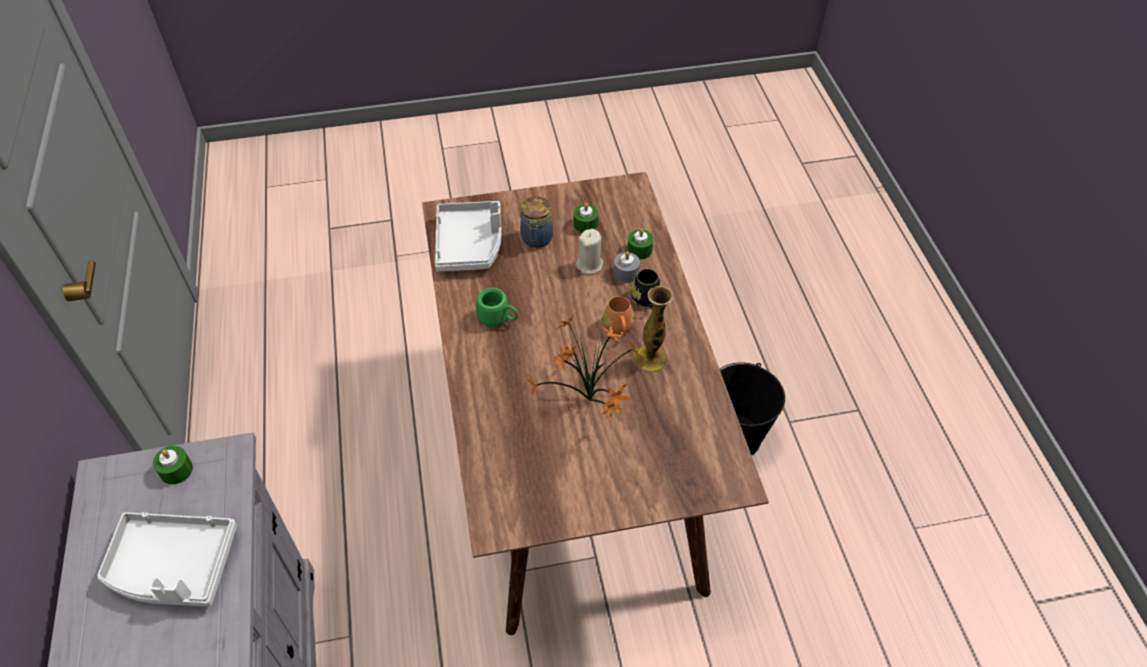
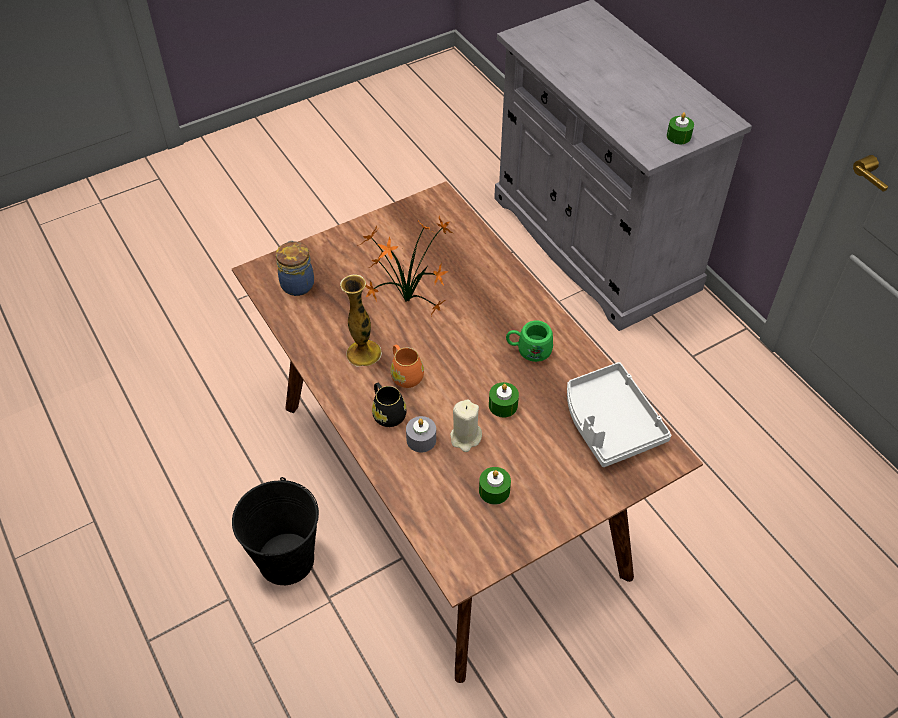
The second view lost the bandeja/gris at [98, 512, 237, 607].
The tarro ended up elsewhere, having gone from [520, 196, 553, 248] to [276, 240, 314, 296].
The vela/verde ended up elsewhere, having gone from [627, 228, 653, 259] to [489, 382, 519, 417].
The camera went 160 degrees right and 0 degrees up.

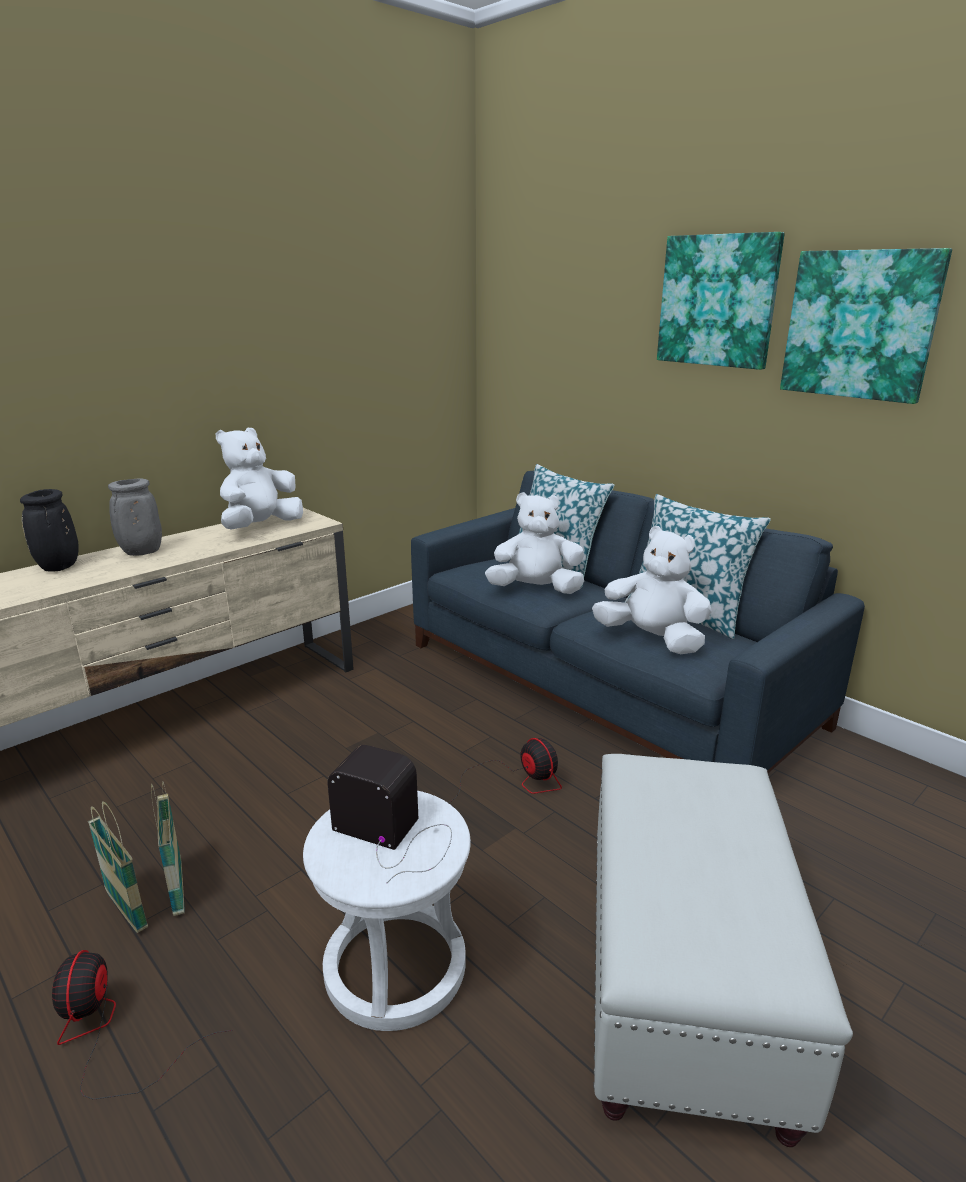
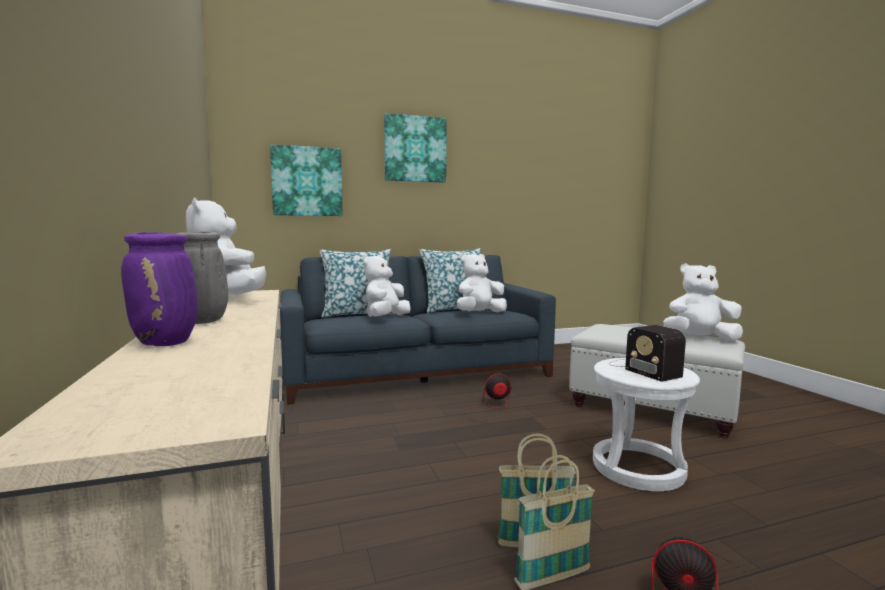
The second view gained the peluche/blanco at [663, 263, 743, 341].
The cuadro ended up elsewhere, having gone from [780, 248, 952, 404] to [270, 144, 343, 216].
What was the florero/negro at [20, 489, 79, 572] turned into the florero/morado at [121, 232, 198, 346].
The radio at [327, 745, 452, 883] ended up facing another way, 75 degrees counterclockwise from before.
The camera went 65 degrees left and 15 degrees down.

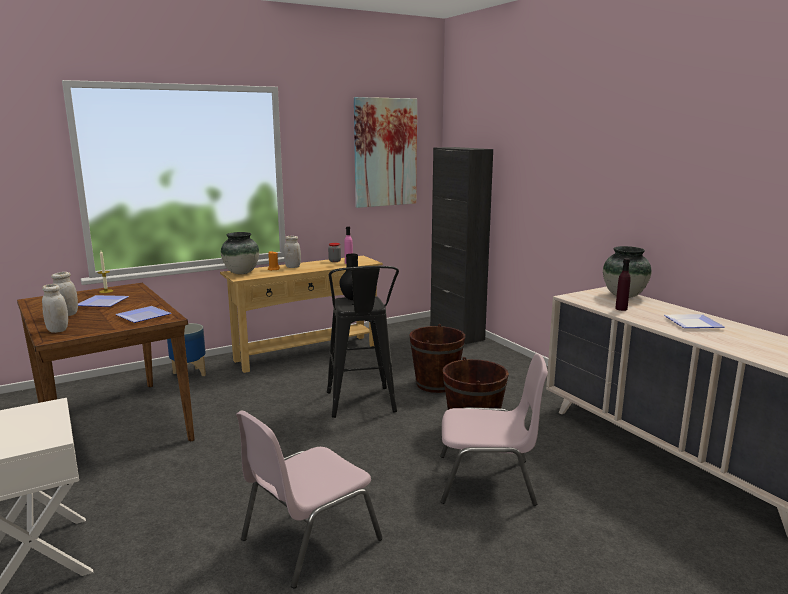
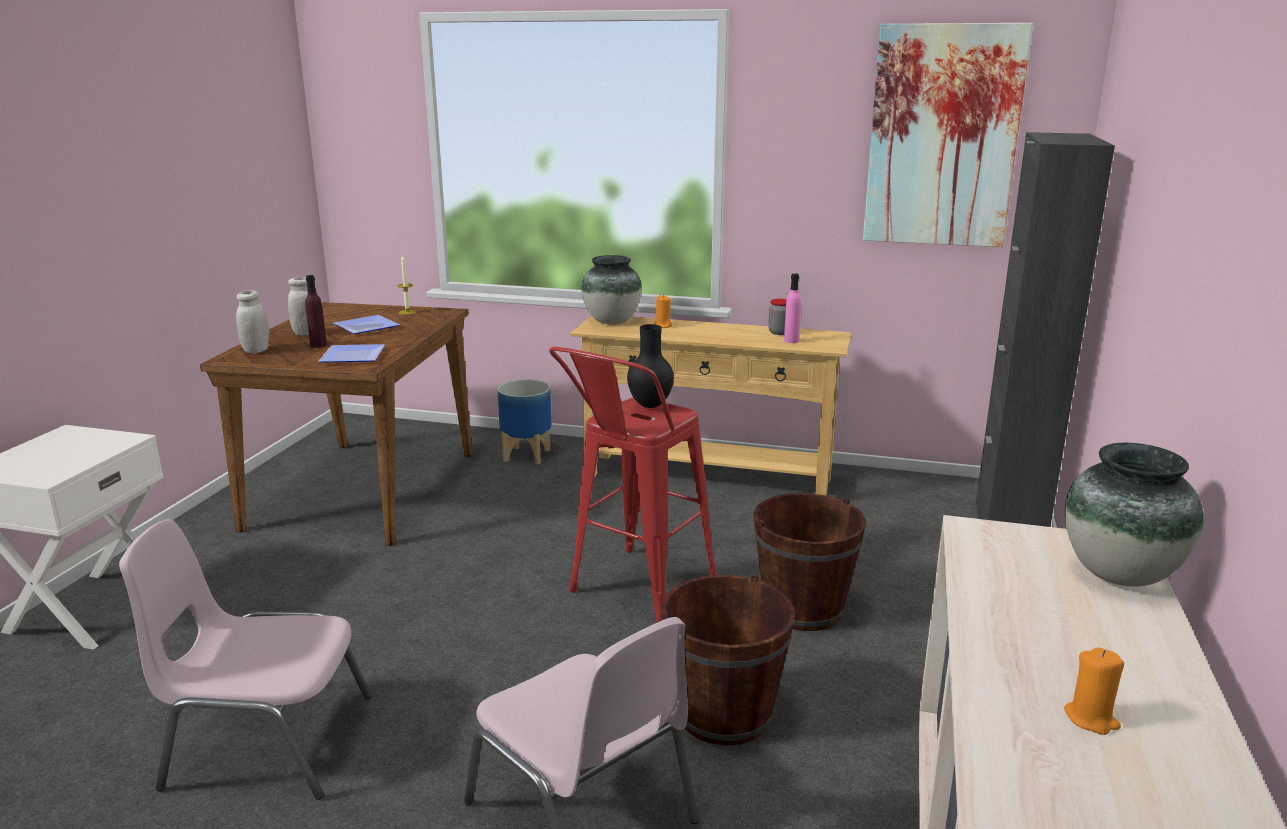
The second view lost the tarro/blanco at [284, 236, 301, 268].
The botella/morado ended up elsewhere, having gone from [615, 258, 631, 311] to [305, 275, 327, 348].
Where the plato stood at [664, 314, 725, 328], the vela/naranja came to stand at [1064, 647, 1124, 735].
What was the taburete/negro at [327, 266, 399, 418] turned into the taburete/rojo at [549, 347, 717, 623].
The camera went 45 degrees right and 5 degrees up.

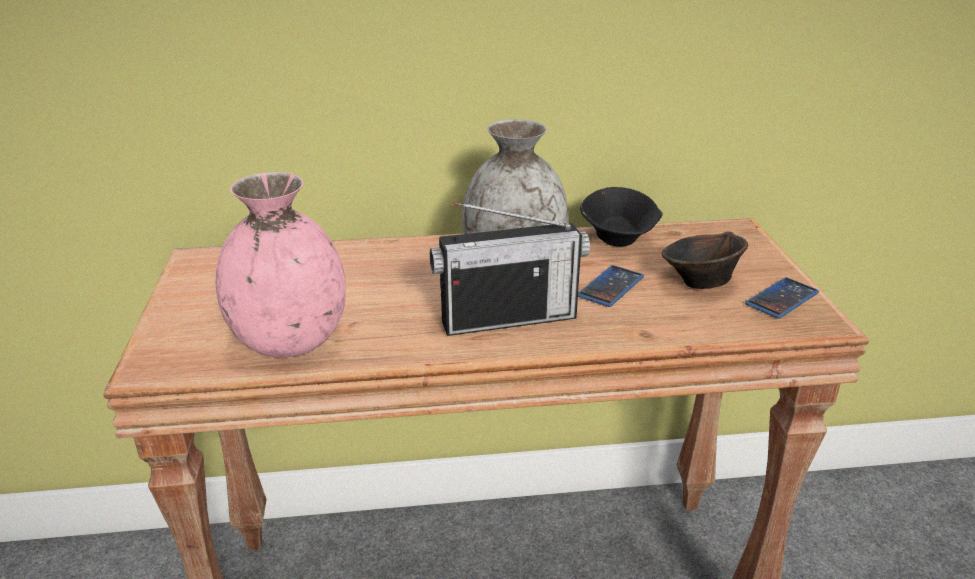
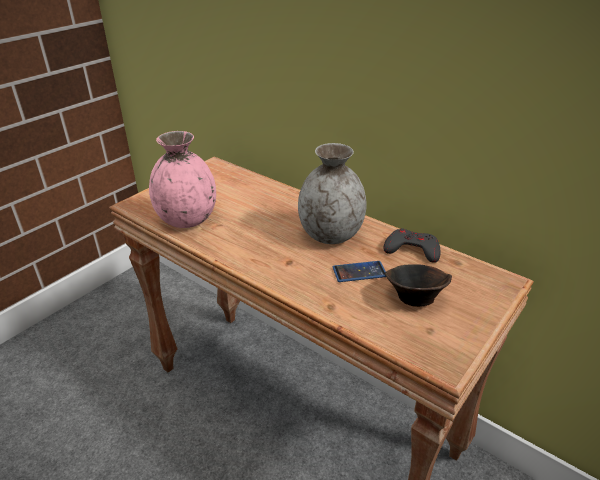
The second view lost the radio at [430, 202, 590, 336].
The second view lost the móvil at [745, 277, 819, 319].
Where the cuenco/negro stood at [580, 187, 662, 247], the mando de consola/gris came to stand at [383, 228, 441, 263].
The camera went 45 degrees right and 5 degrees up.

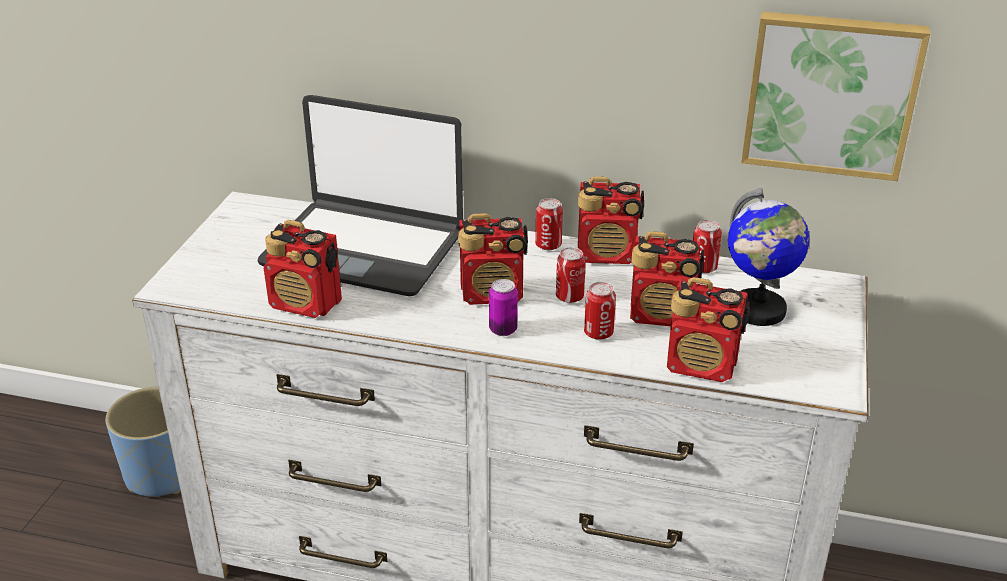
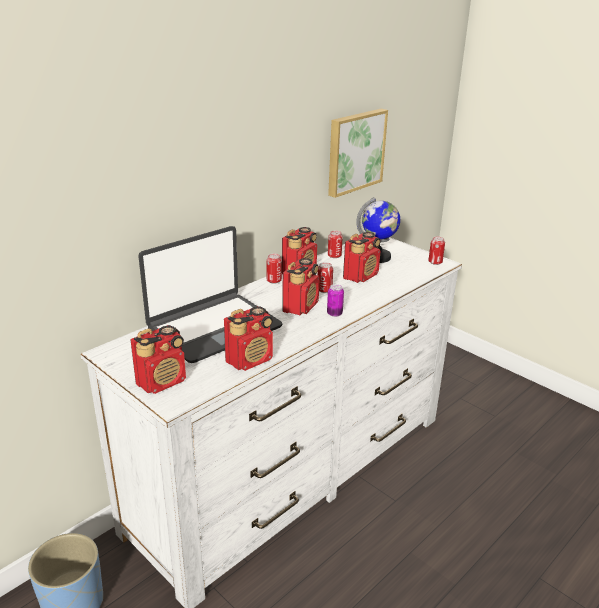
The lata ended up elsewhere, having gone from [584, 282, 616, 340] to [428, 236, 445, 265].
The radio ended up elsewhere, having gone from [667, 277, 749, 382] to [130, 325, 186, 394].
The camera went 60 degrees left and 5 degrees down.

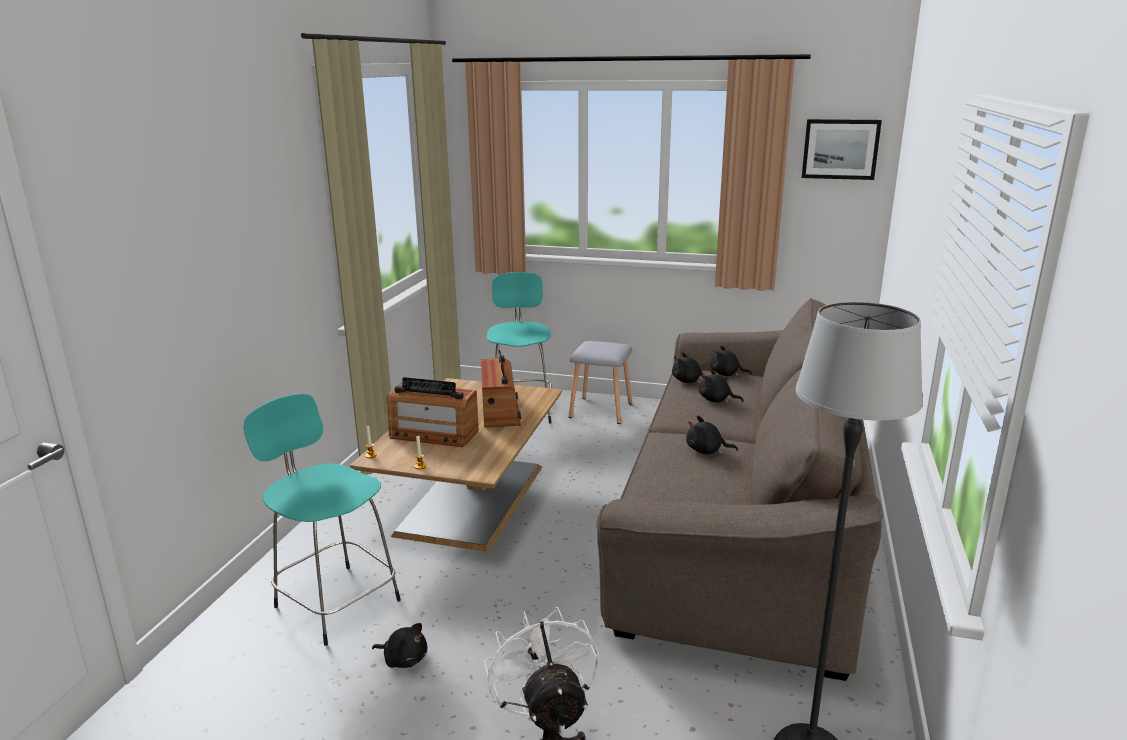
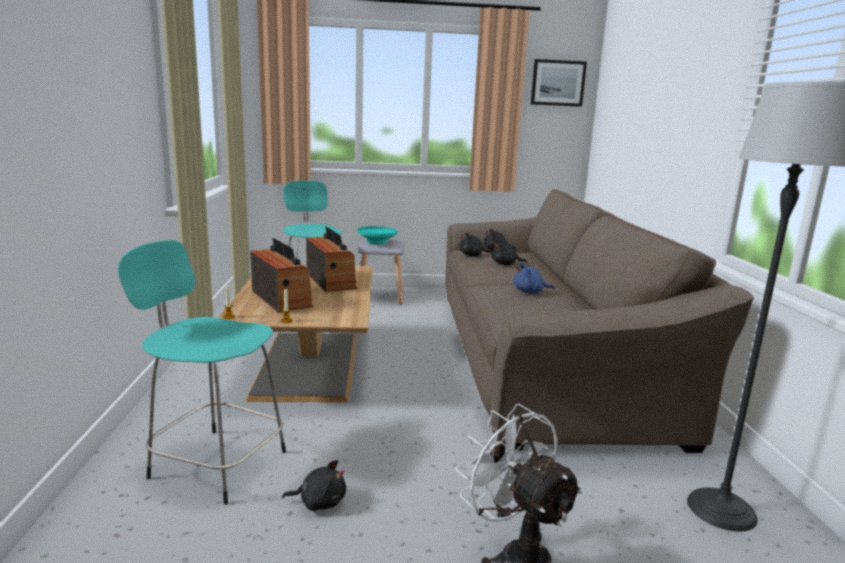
The second view gained the cuenco/turquesa at [357, 226, 397, 244].
What was the peluche/negro at [686, 415, 738, 454] turned into the peluche/azul at [514, 263, 555, 294].
The radio at [387, 377, 479, 447] ended up facing another way, 120 degrees counterclockwise from before.
The camera went 20 degrees left and 5 degrees down.

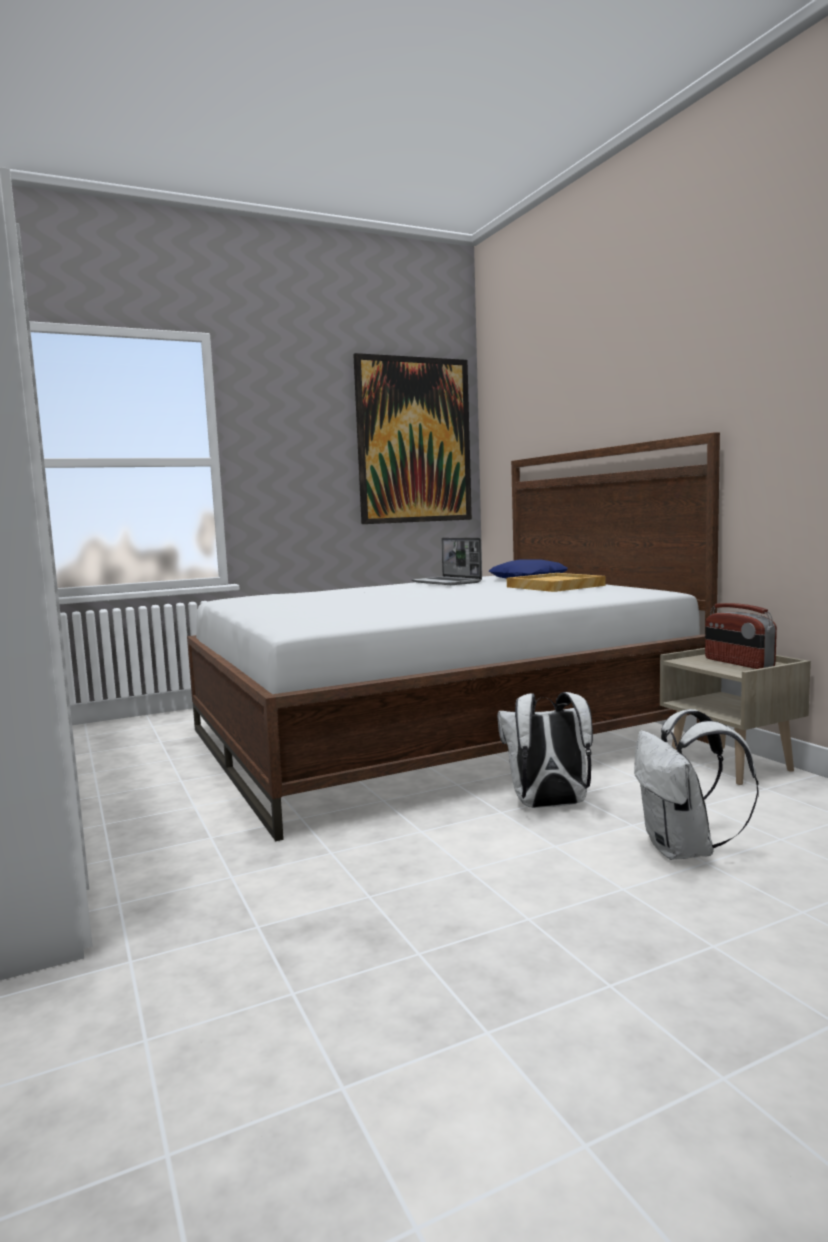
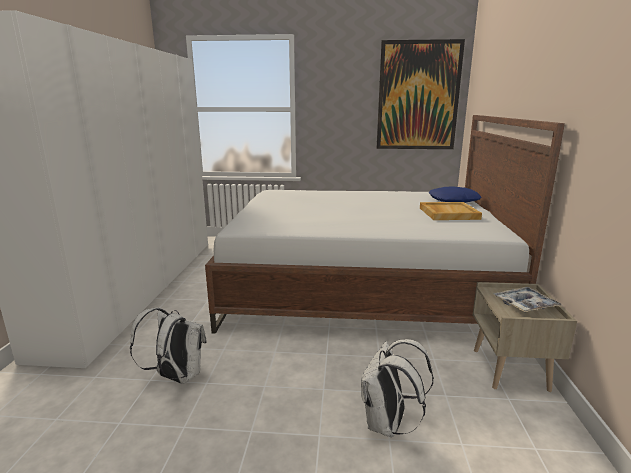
The second view lost the portátil at [412, 538, 482, 585].
The mochila/blanco ended up elsewhere, having gone from [497, 692, 593, 808] to [130, 308, 207, 384].
Where the radio stood at [705, 603, 777, 669], the bandeja came to stand at [493, 287, 562, 313].
The camera went 30 degrees right and 10 degrees up.

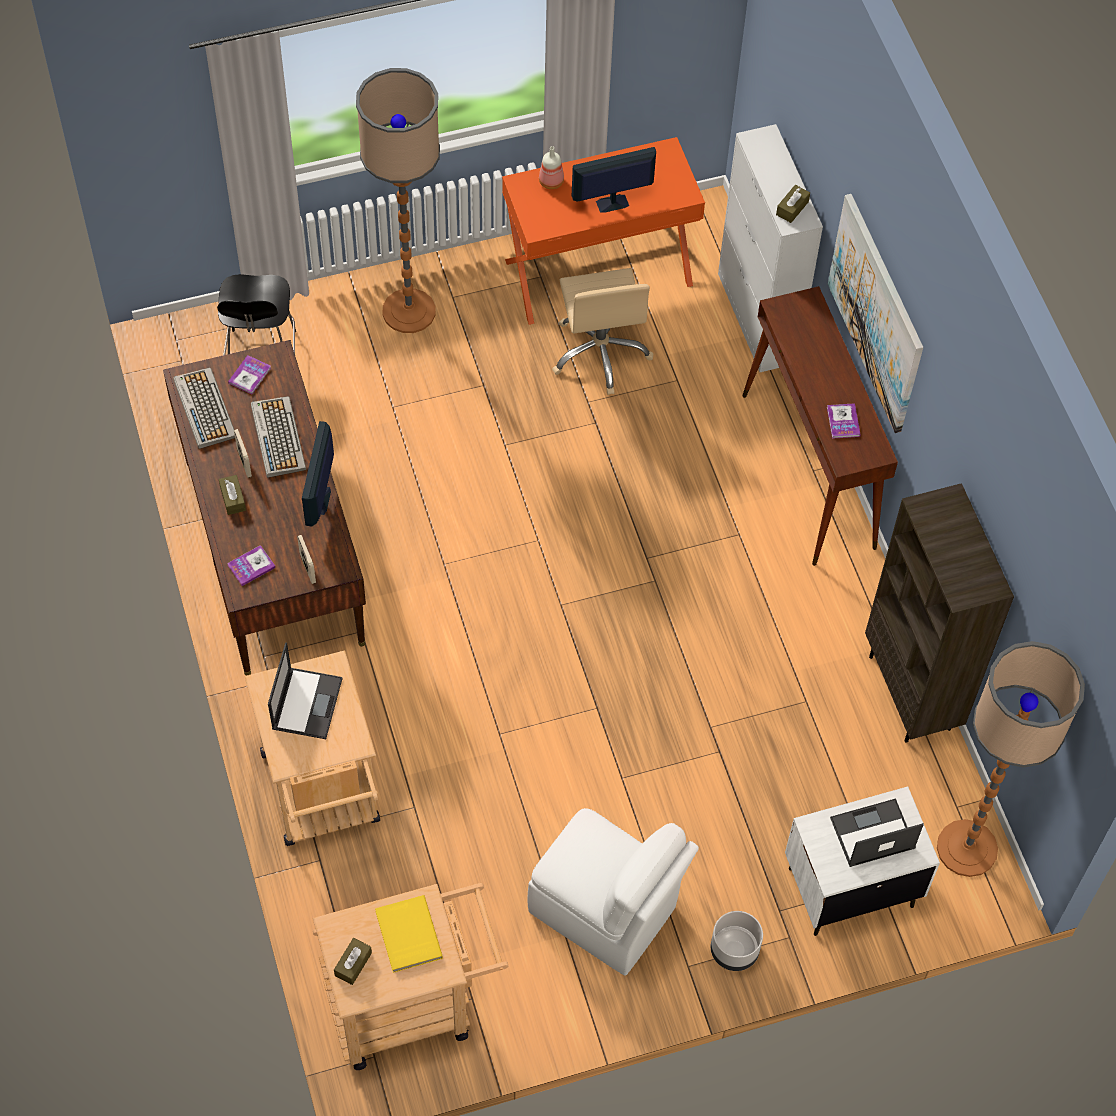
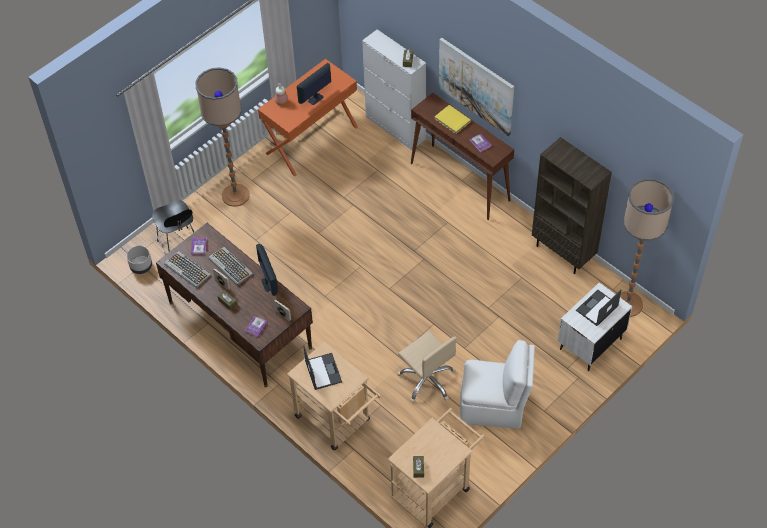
The libro/amarillo ended up elsewhere, having gone from [375, 895, 443, 973] to [435, 105, 471, 134].
The silla de oficina/beis ended up elsewhere, having gone from [552, 268, 653, 395] to [397, 331, 457, 403].
The maceta/gris ended up elsewhere, having gone from [711, 911, 763, 971] to [127, 245, 152, 274].
The camera went 25 degrees left and 5 degrees down.

